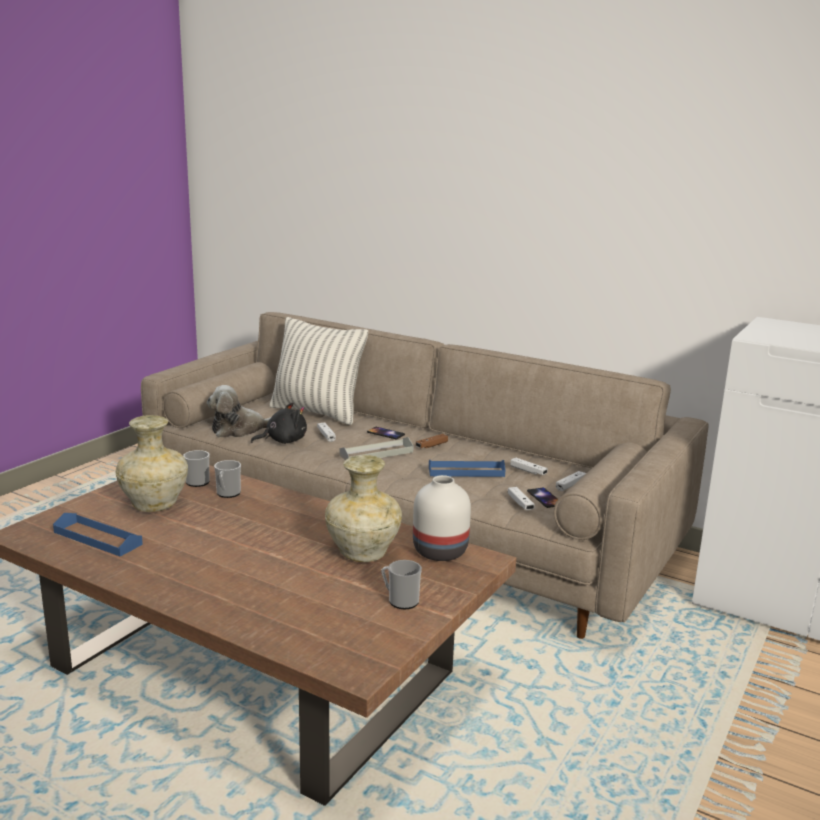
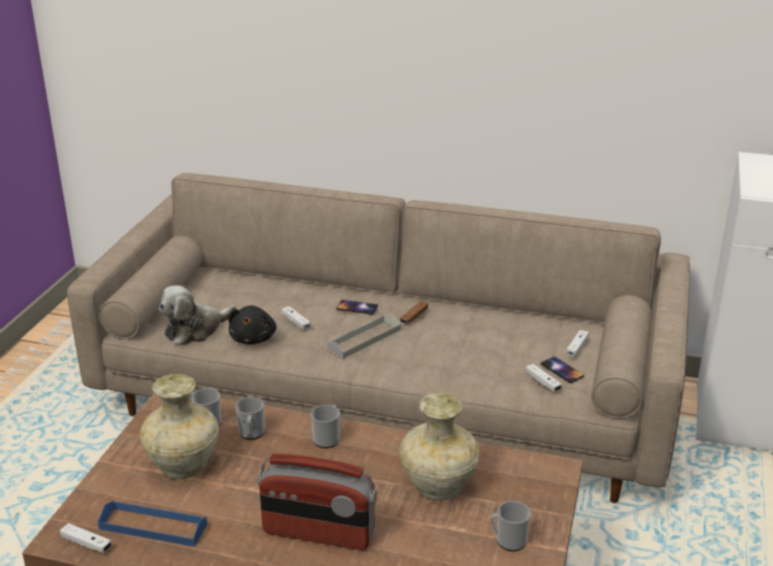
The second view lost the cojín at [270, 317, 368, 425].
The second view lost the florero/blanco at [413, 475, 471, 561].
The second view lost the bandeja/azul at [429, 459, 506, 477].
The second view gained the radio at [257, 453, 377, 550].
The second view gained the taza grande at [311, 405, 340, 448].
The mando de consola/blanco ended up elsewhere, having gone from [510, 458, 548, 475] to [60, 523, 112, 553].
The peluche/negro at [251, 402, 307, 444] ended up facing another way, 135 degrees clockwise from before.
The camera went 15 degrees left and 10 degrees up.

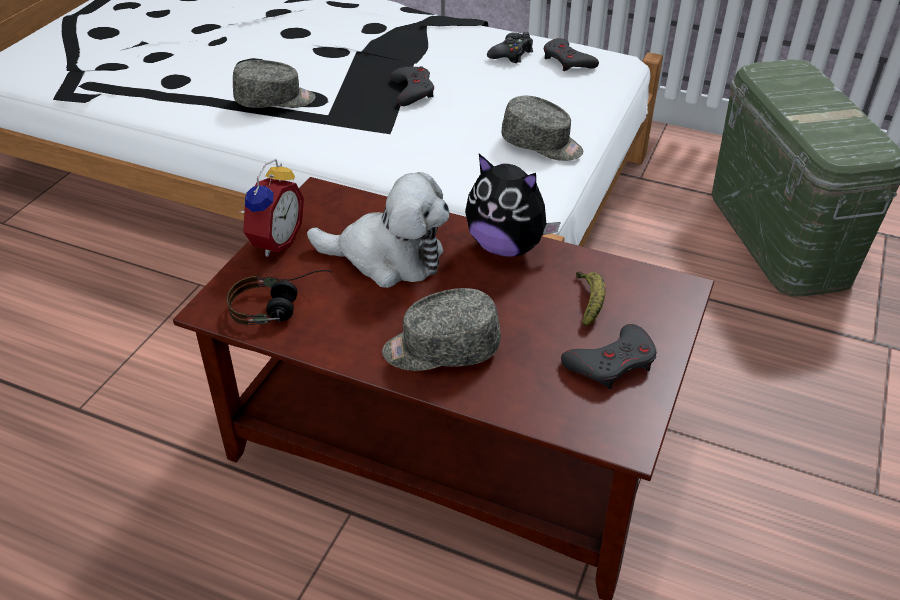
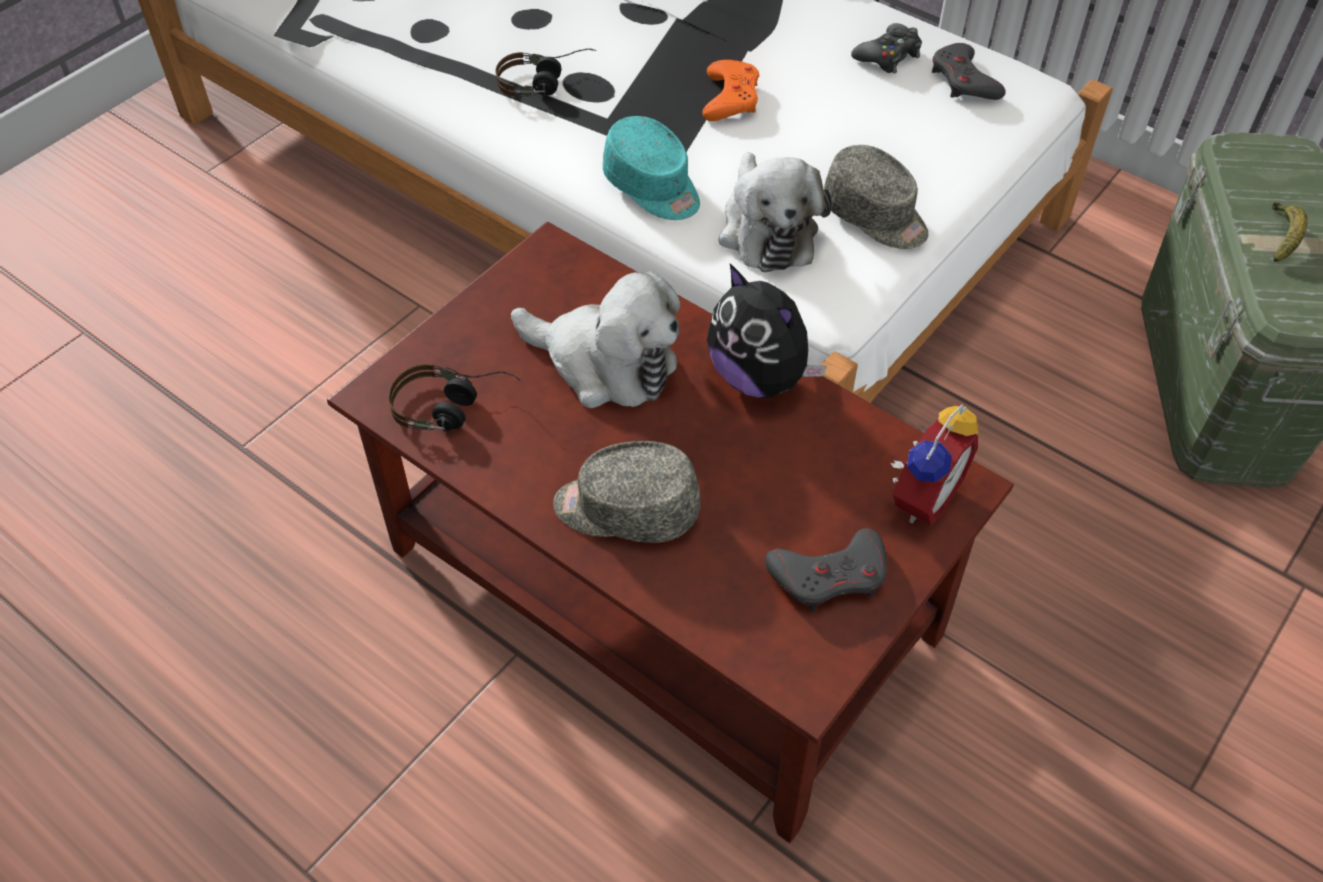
The second view gained the gorra/turquesa at [603, 116, 700, 220].
The second view gained the peluche at [718, 152, 832, 272].
The despertador ended up elsewhere, having gone from [238, 159, 304, 257] to [890, 404, 978, 525].
The plátano ended up elsewhere, having gone from [576, 271, 605, 327] to [1272, 202, 1308, 262].
Where the gorra/gris stood at [233, 60, 316, 108], the auriculares came to stand at [495, 49, 596, 97].
What was the mando de consola/gris at [390, 66, 434, 106] turned into the mando de consola/naranja at [702, 60, 759, 121].
The camera went 15 degrees right and 10 degrees up.

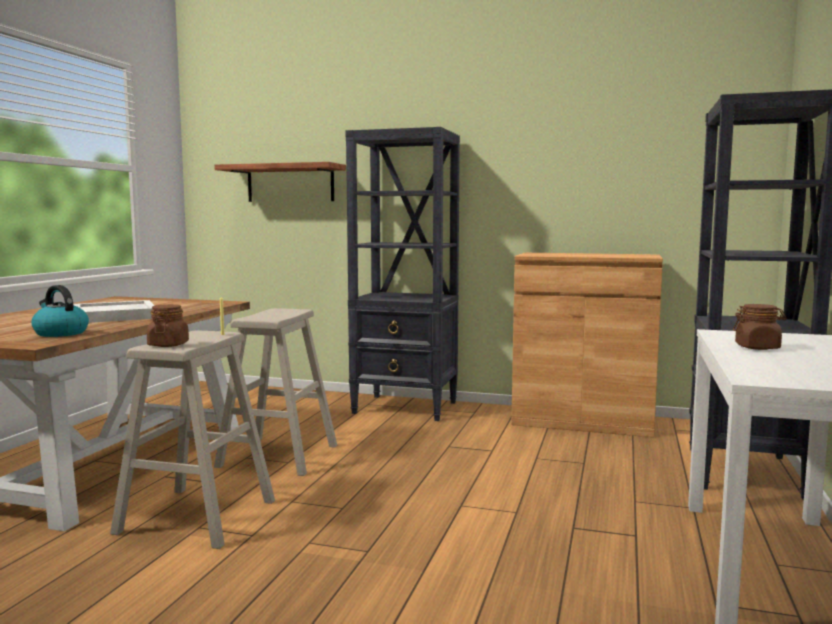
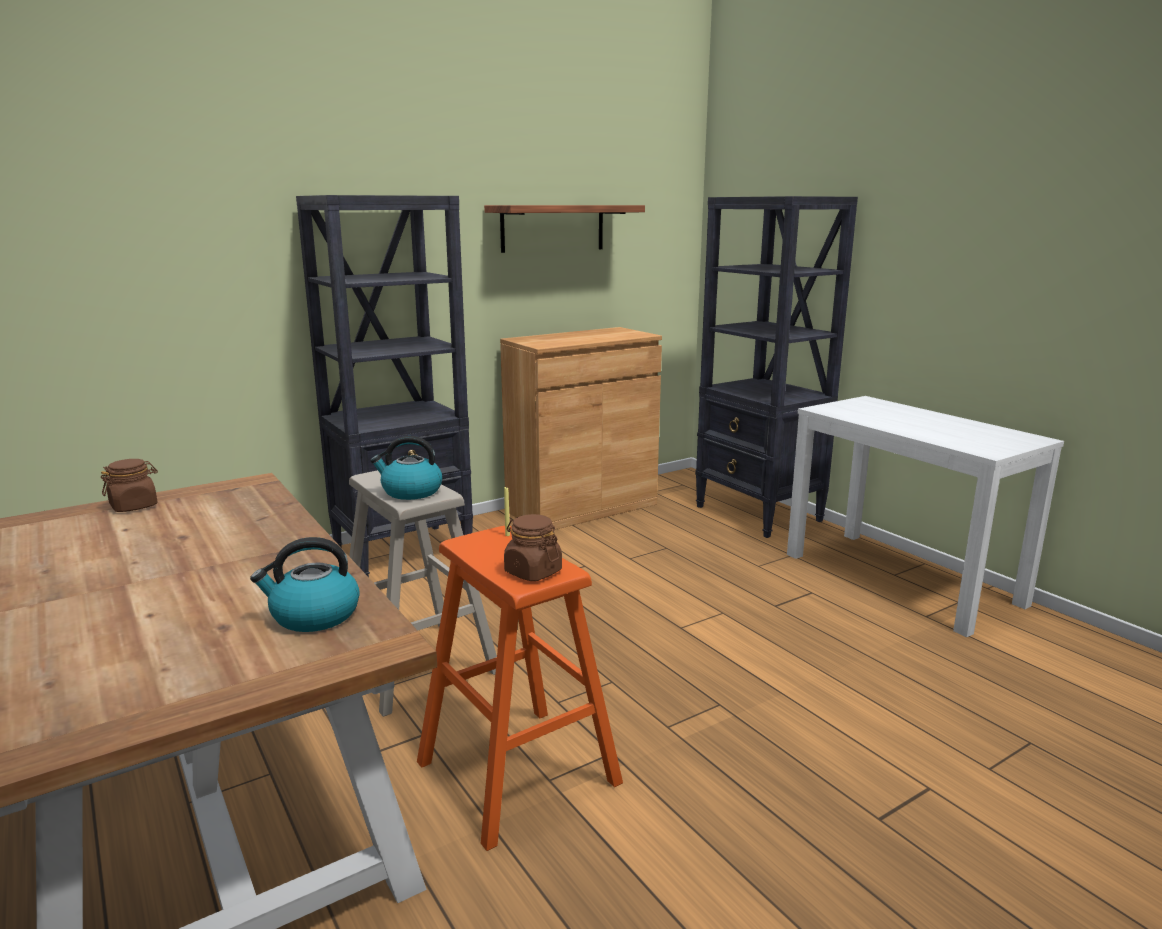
The second view lost the bandeja/blanco at [74, 300, 155, 323].
The second view gained the hervidor at [370, 436, 442, 500].
The estante ended up elsewhere, having gone from [214, 162, 346, 202] to [484, 205, 645, 253].
The tarro/marrón ended up elsewhere, having gone from [733, 304, 787, 350] to [101, 459, 158, 512].
What was the taburete/beis at [110, 330, 275, 549] turned into the taburete/naranja at [417, 526, 623, 851].
The camera went 50 degrees left and 10 degrees up.

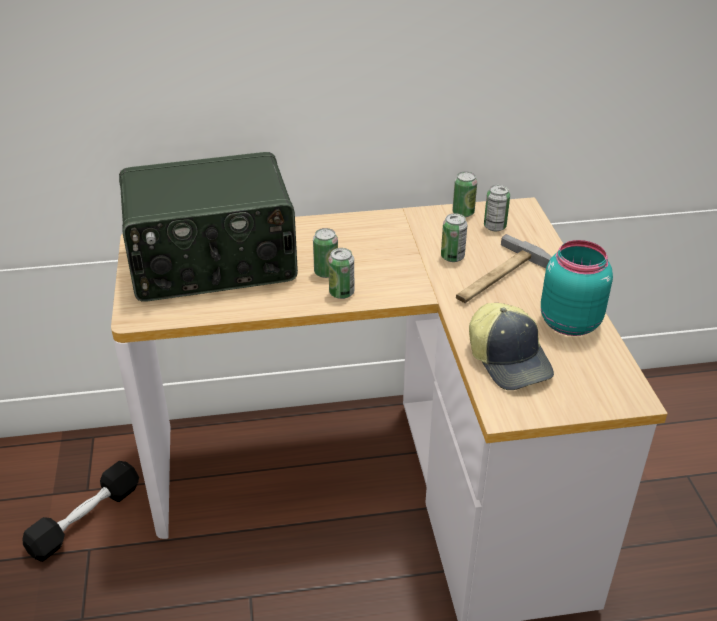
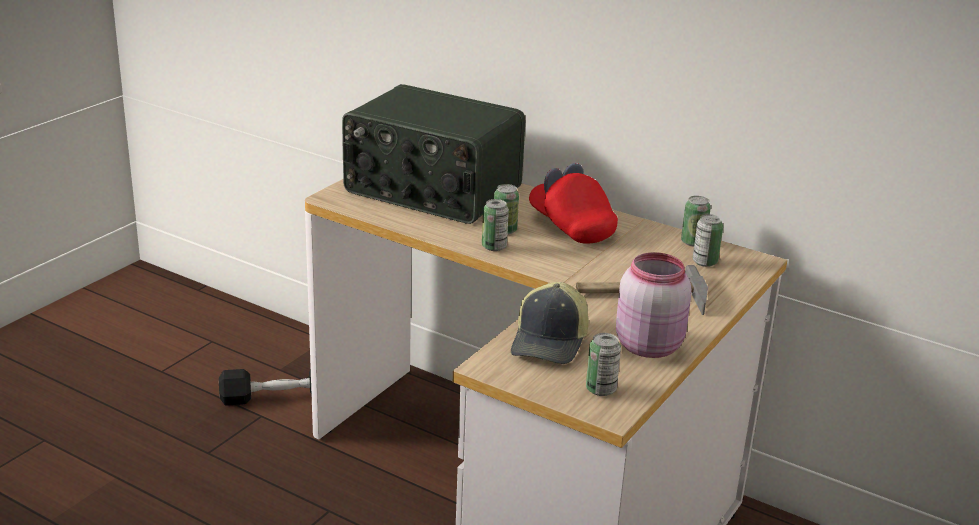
The second view gained the gorra/rojo at [529, 163, 618, 243].
The lata ended up elsewhere, having gone from [441, 213, 467, 262] to [586, 333, 621, 396].
What was the tarro/turquesa at [541, 240, 613, 336] turned into the tarro/rosa at [616, 252, 692, 358].
The camera went 40 degrees right and 10 degrees down.

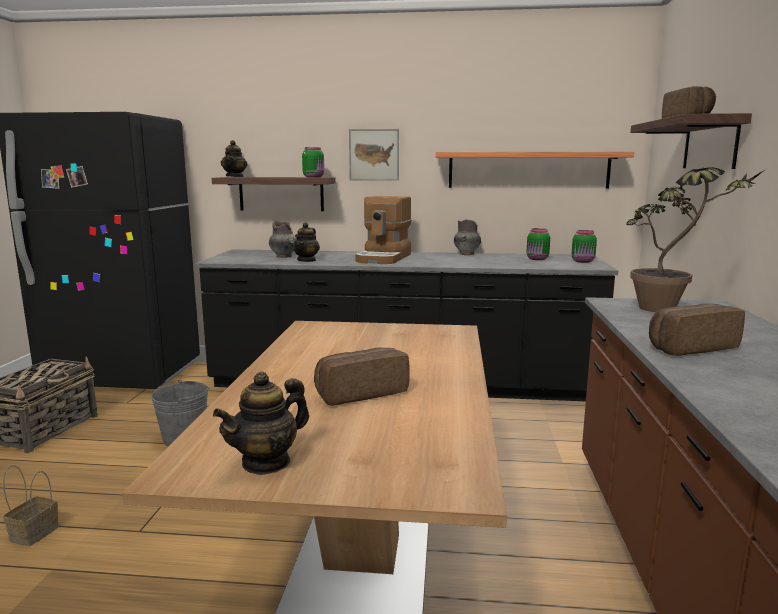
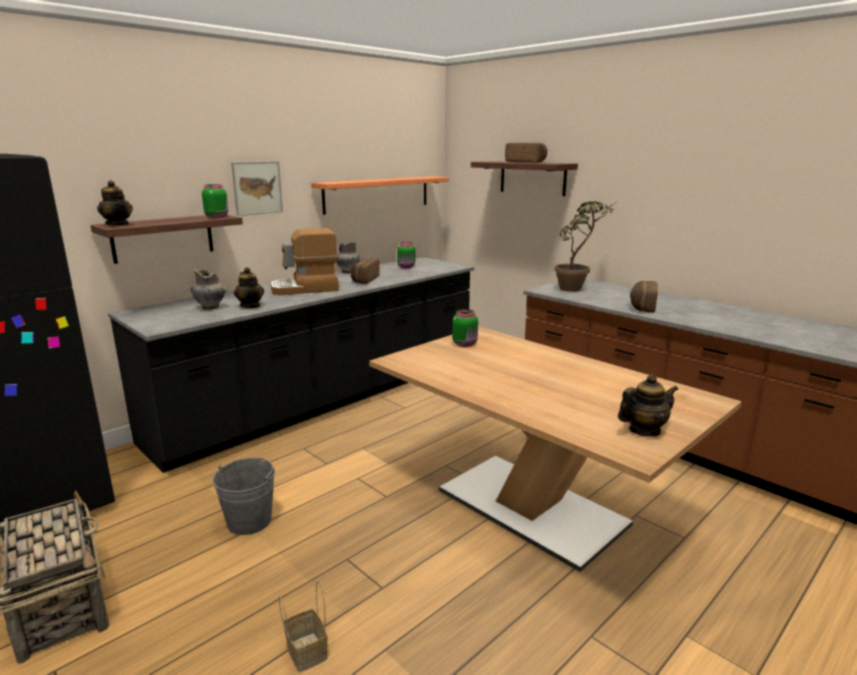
The pan ended up elsewhere, having gone from [314, 348, 410, 406] to [350, 258, 380, 284].
The tarro/verde ended up elsewhere, having gone from [571, 230, 597, 263] to [452, 309, 478, 347].
The tetera at [213, 371, 309, 475] ended up facing another way, 105 degrees counterclockwise from before.
The cafetera at [355, 196, 411, 264] ended up facing another way, 105 degrees clockwise from before.
The camera went 50 degrees left and 5 degrees up.

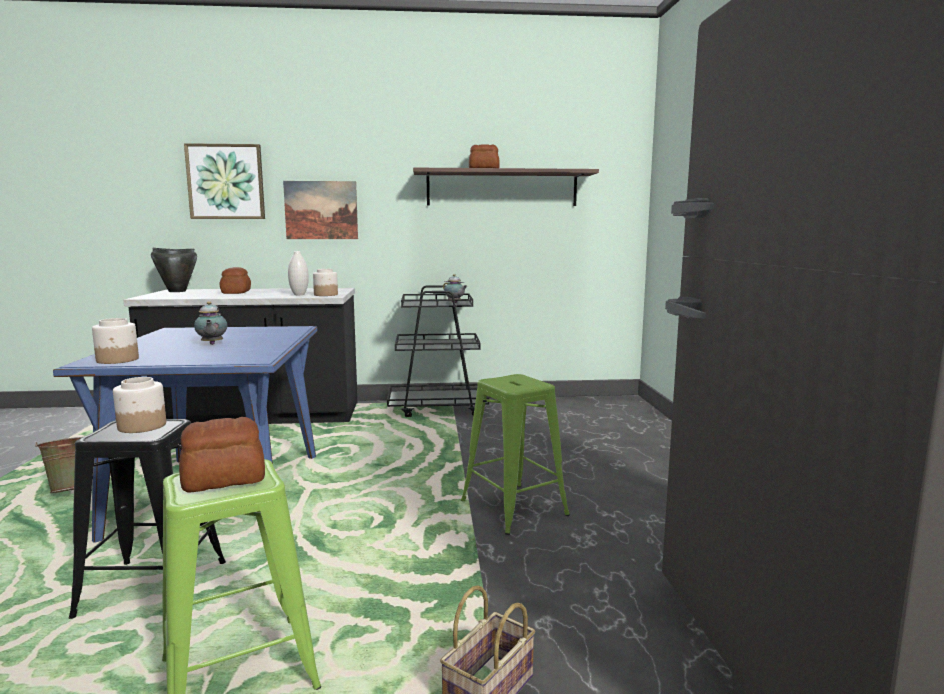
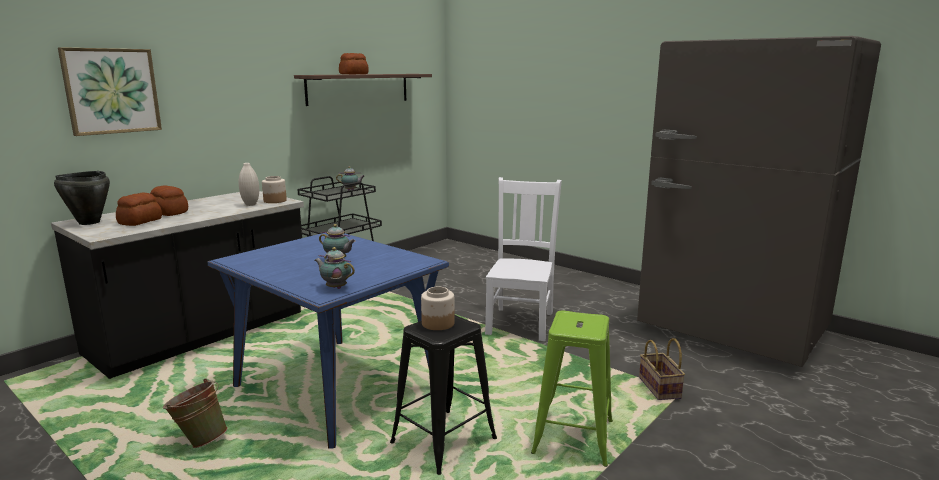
The second view lost the cuadro at [283, 181, 358, 239].
The pan ended up elsewhere, having gone from [179, 417, 265, 492] to [116, 193, 162, 226].
Where the tarro stood at [92, 318, 139, 364], the tetera came to stand at [315, 247, 355, 289].
Where the taburete/verde stood at [461, 374, 570, 535], the silla/blanco came to stand at [485, 177, 562, 341].
The camera went 45 degrees left and 5 degrees up.

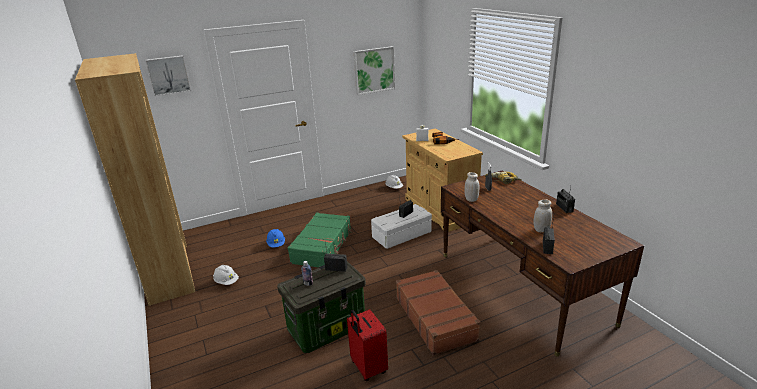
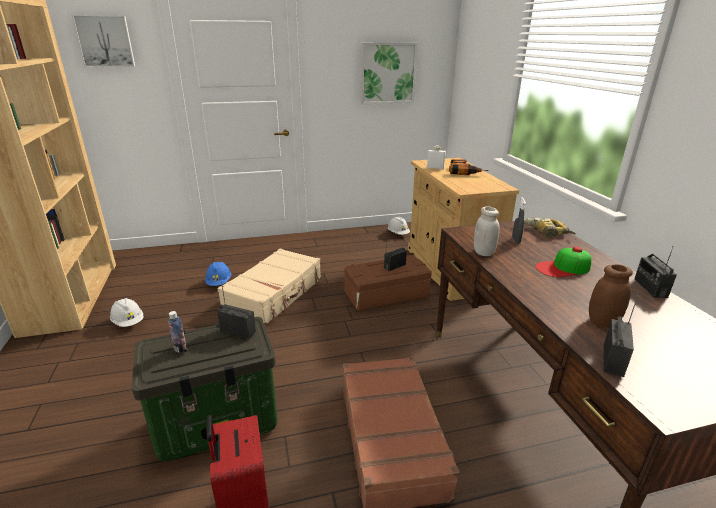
The second view gained the gorra at [535, 247, 592, 277].
What was the maleta/verde at [288, 212, 352, 267] turned into the maleta/beis at [217, 248, 321, 325].
What was the caja de almacenaje/blanco at [371, 204, 432, 249] turned into the caja de almacenaje/marrón at [344, 255, 432, 311].
What was the tarro/blanco at [533, 199, 552, 232] turned into the tarro/marrón at [589, 264, 633, 327].
The camera went 10 degrees right and 0 degrees up.

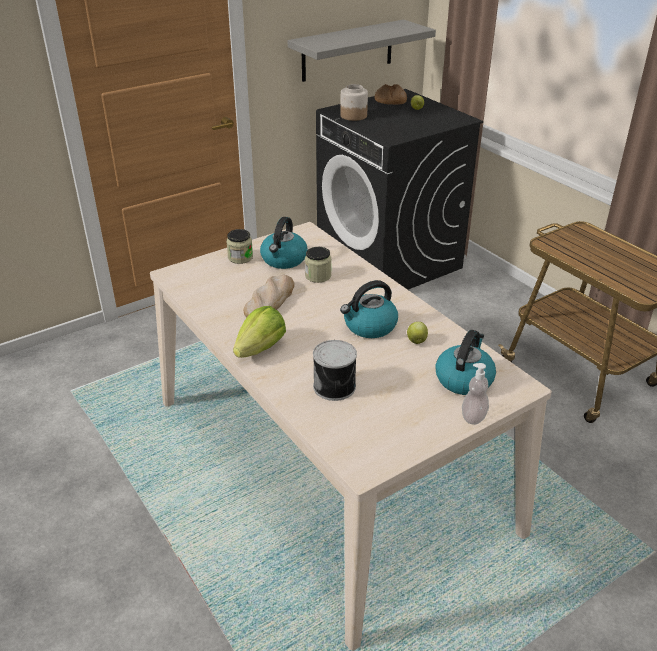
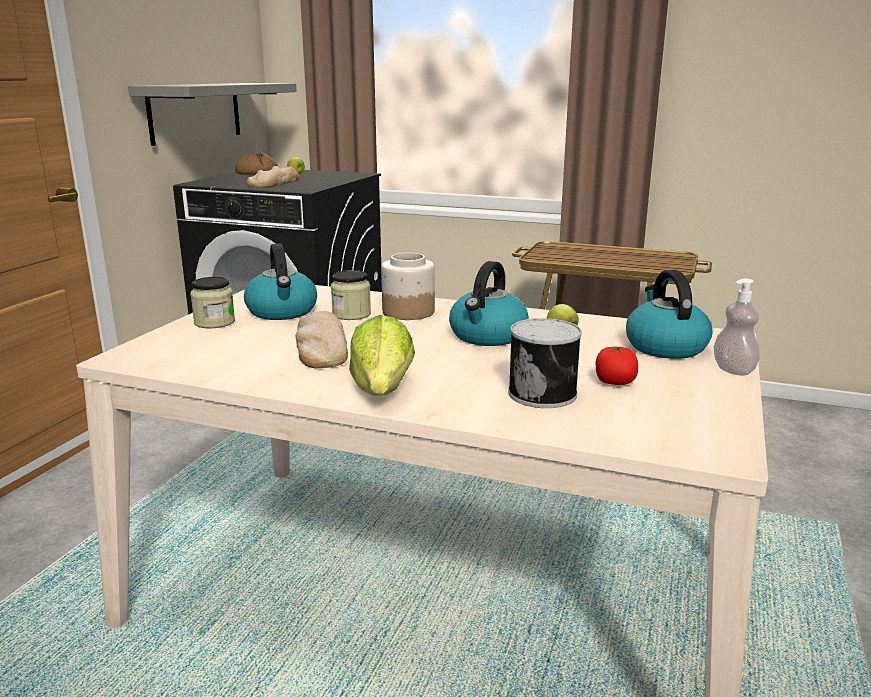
The second view gained the pan at [247, 166, 300, 188].
The second view gained the tomate at [596, 347, 638, 385].
The tarro ended up elsewhere, having gone from [340, 84, 368, 121] to [381, 253, 435, 320].
The camera went 35 degrees left and 15 degrees down.

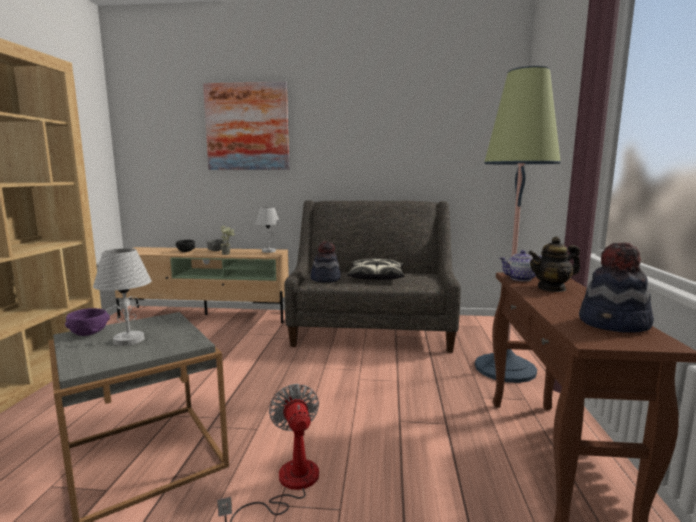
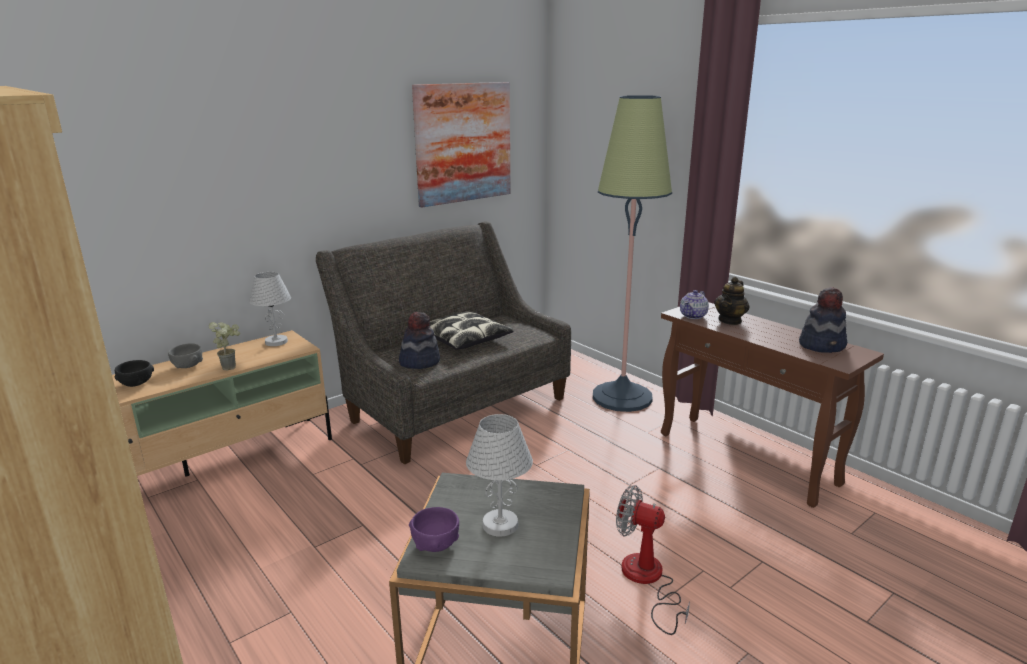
The cuadro ended up elsewhere, having gone from [203, 82, 289, 170] to [412, 82, 511, 208].
The camera went 45 degrees left and 10 degrees up.

